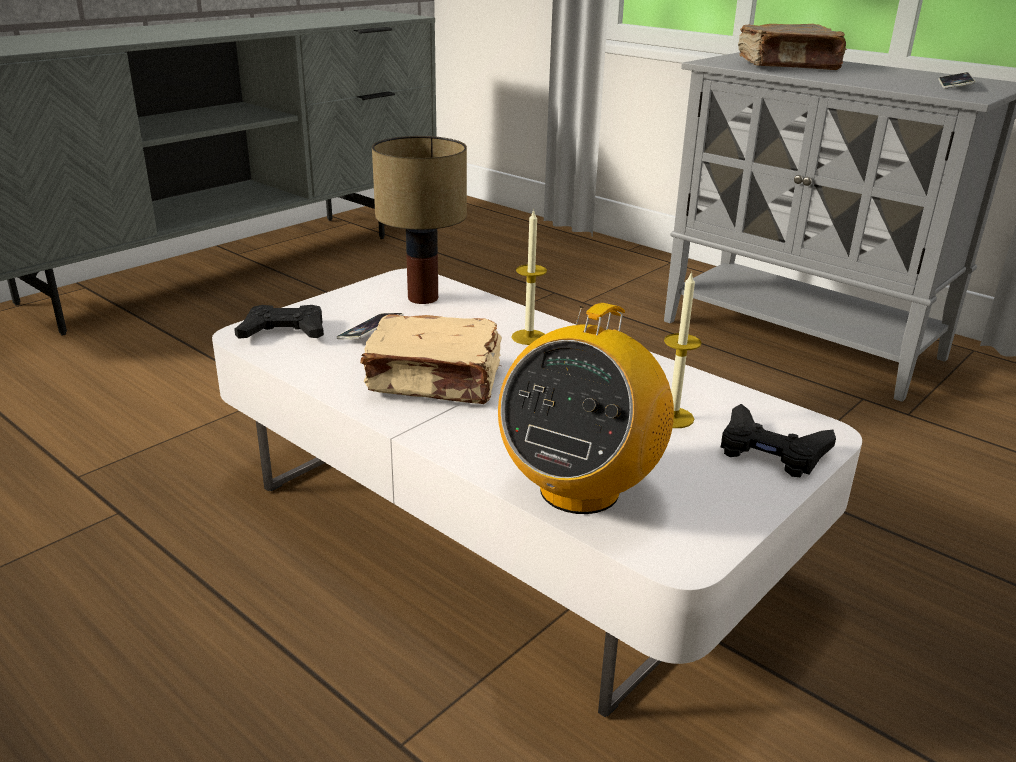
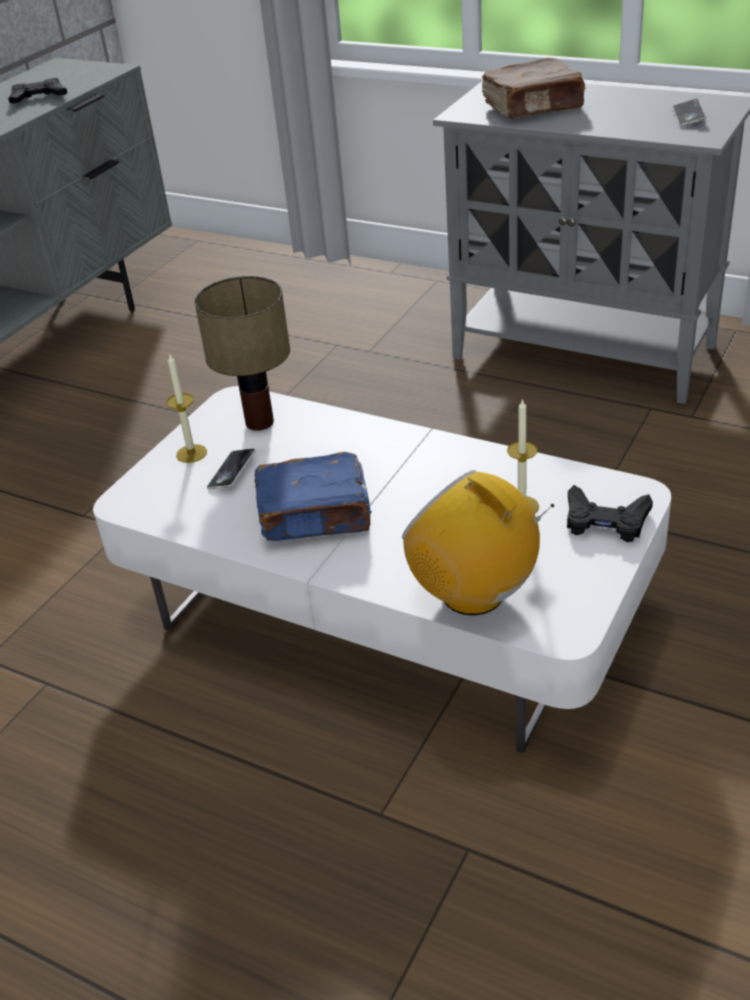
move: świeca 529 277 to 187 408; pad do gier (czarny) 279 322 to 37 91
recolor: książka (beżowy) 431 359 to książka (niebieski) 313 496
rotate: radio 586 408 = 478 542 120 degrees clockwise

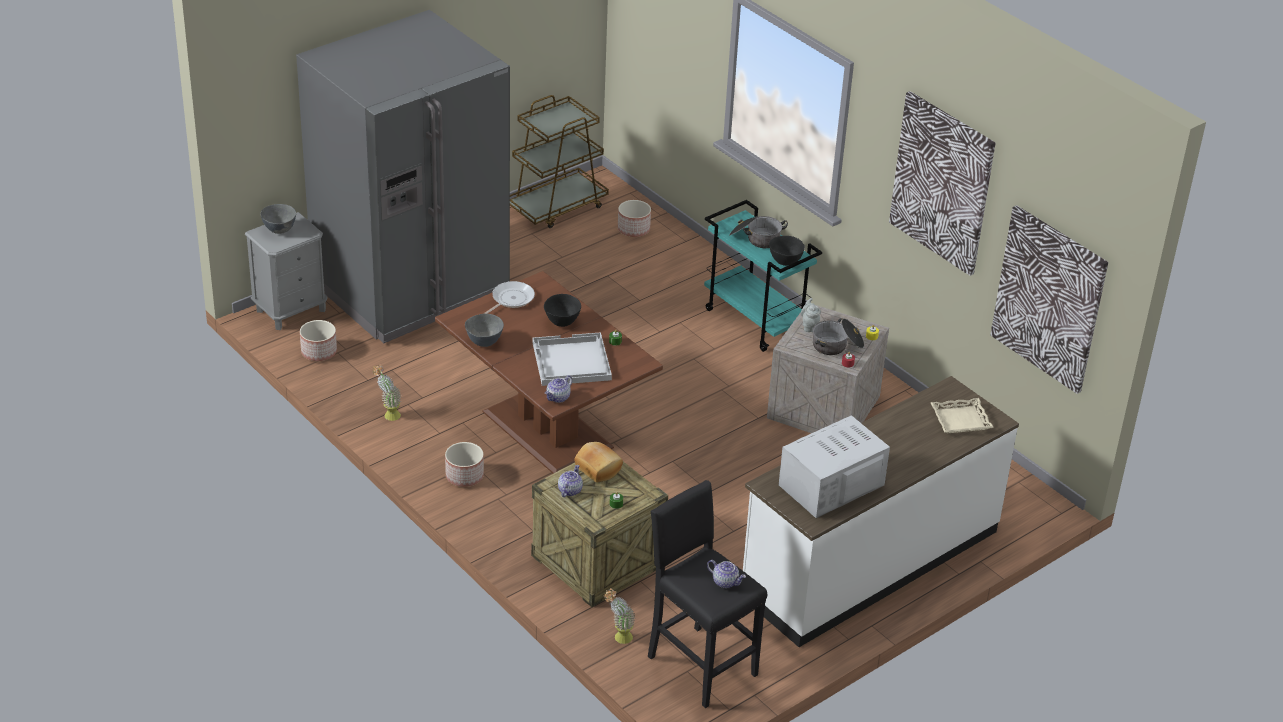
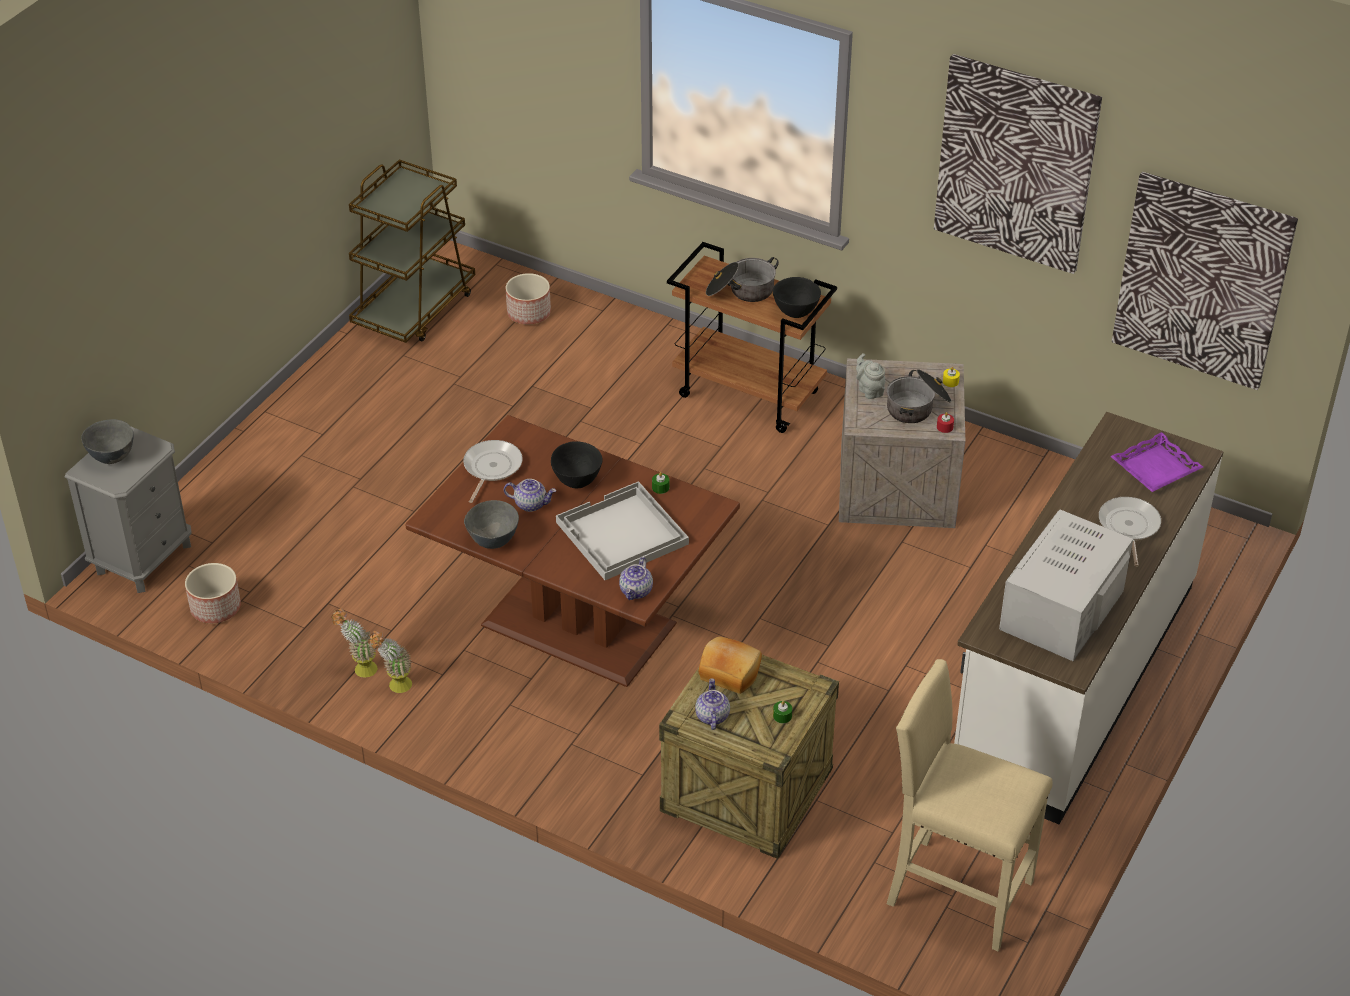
delete: lodówka (szary) 403 176; donica 464 464
insert: patelnia 1130 532
move: imbryk 726 574 to 530 495; roślina doniczkowa 620 616 to 390 662
recolor: wózek (turkusowy) 763 276 to wózek (brązowy) 752 337; taca (beżowy) 962 415 to taca (fioletowy) 1156 462; stołek (czarny) 707 594 to stołek (beżowy) 970 805

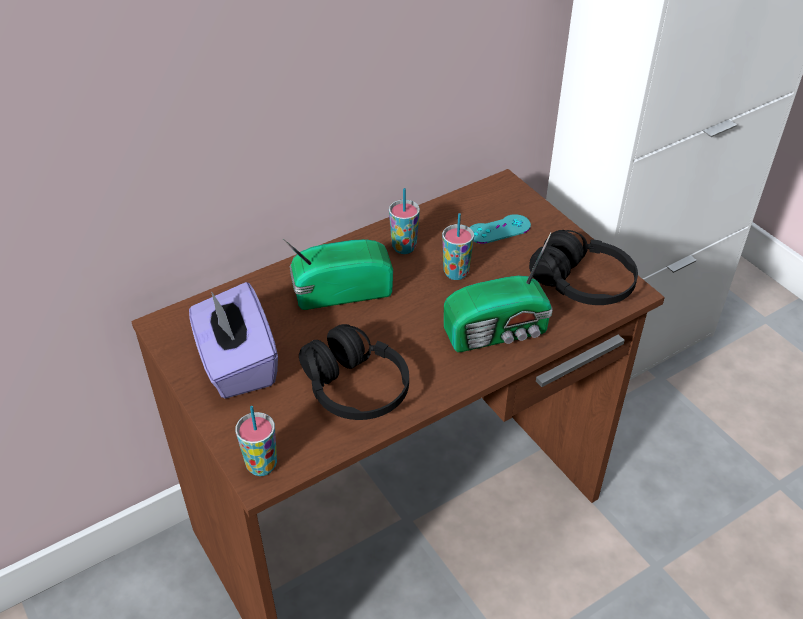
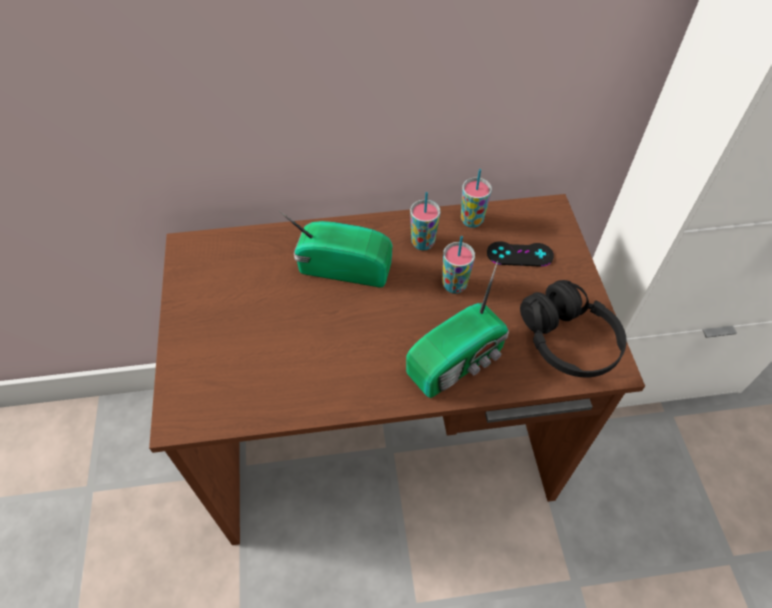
delete: pudełko chusteczek (fioletowy) 233 340; słuchawki (czarny) 354 372
move: filiżanka 256 441 to 476 198
recolor: pad do gier (turkusowy) 500 229 to pad do gier (czarny) 520 254
rotate: radio 498 292 = 457 329 45 degrees counterclockwise

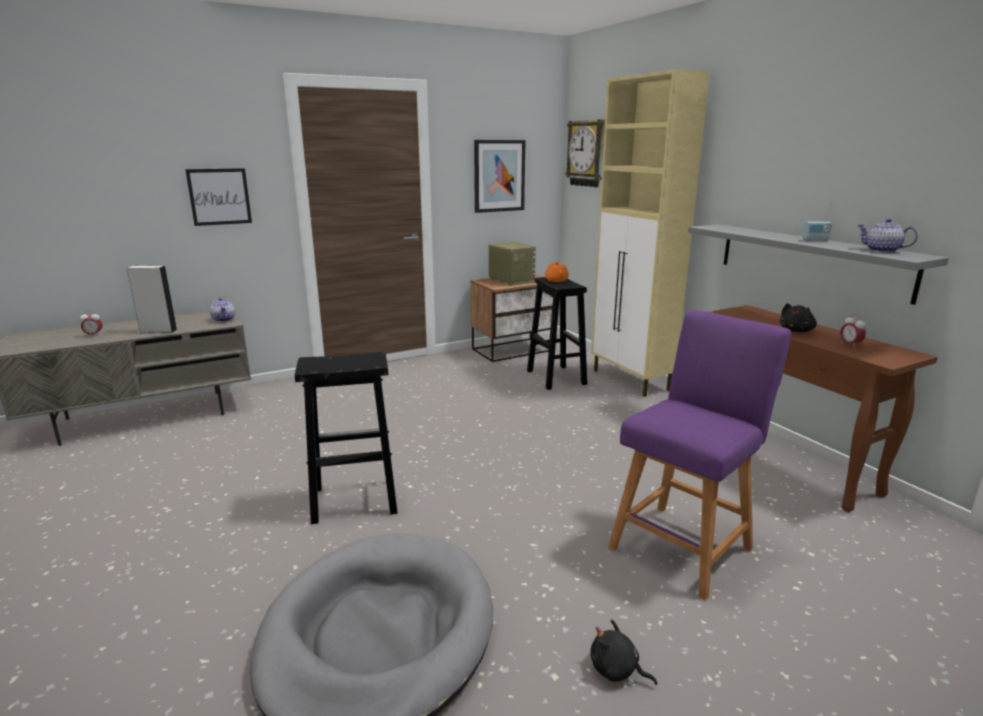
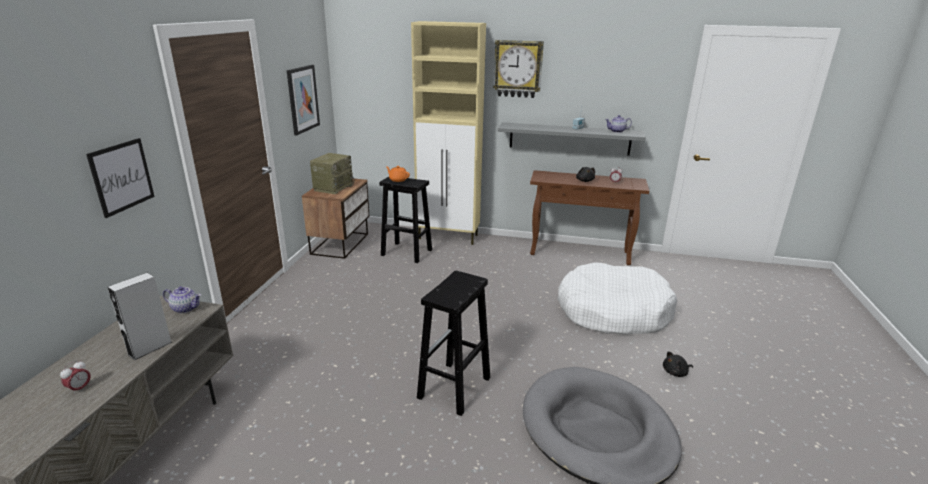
move: zegar ścienny 585 153 to 518 69
replace: stołek (fioletowy) 699 455 to legowisko (biały) 617 299
rotate: radio 512 263 = 332 173 105 degrees clockwise

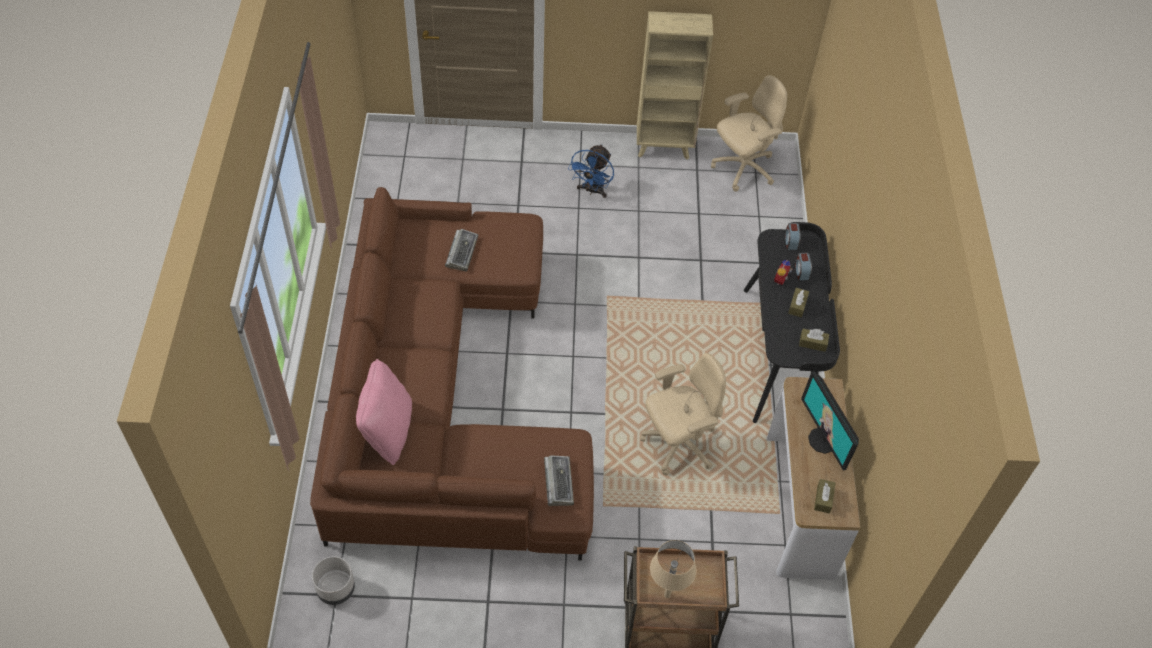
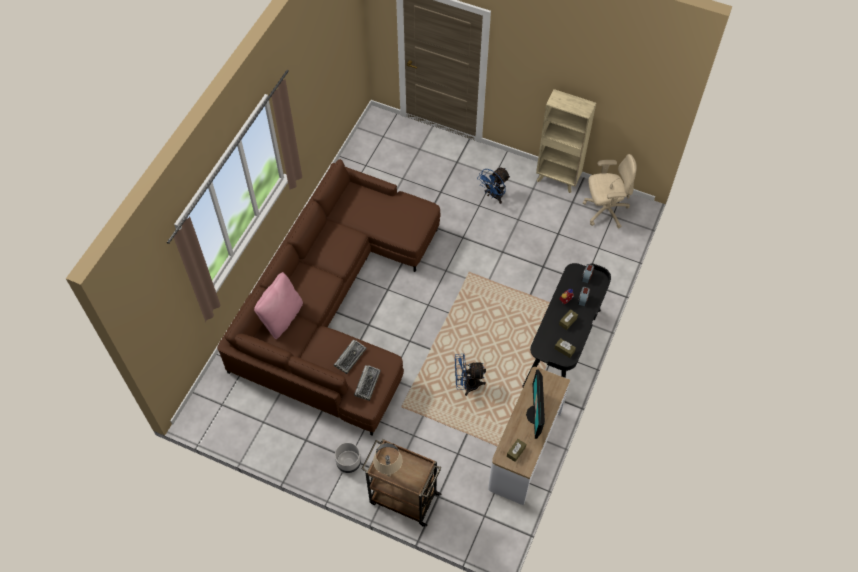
move: klawiatura 461 250 to 350 357; donica (szary) 333 580 to 348 458
replace: krzesło biurowe (beżowy) 683 414 to wentylator (niebieski) 470 375

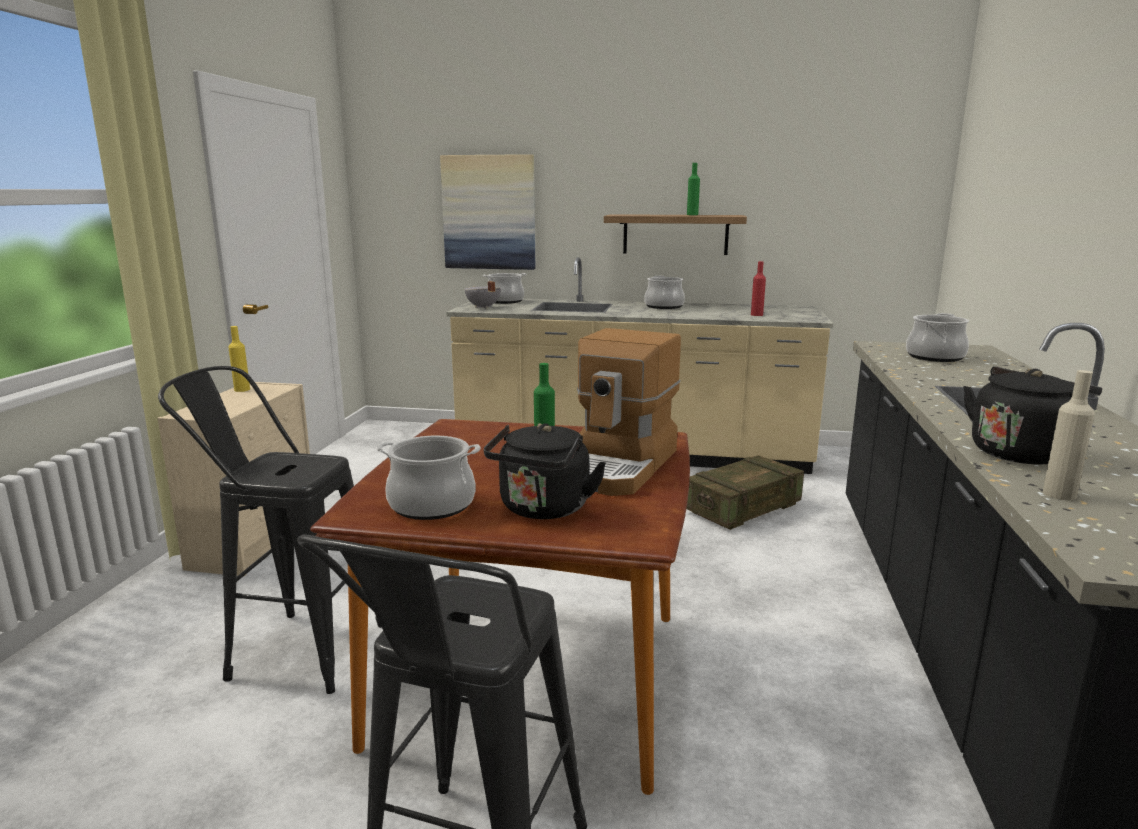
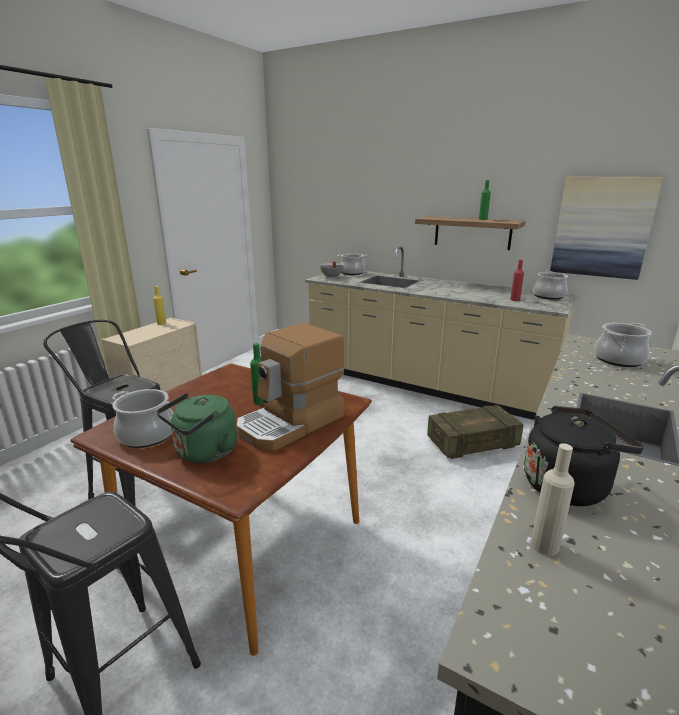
move: obraz 487 212 to 606 228; garnek 664 292 to 550 285
recolor: czajnik (czarny) 545 471 to czajnik (zielony) 197 428

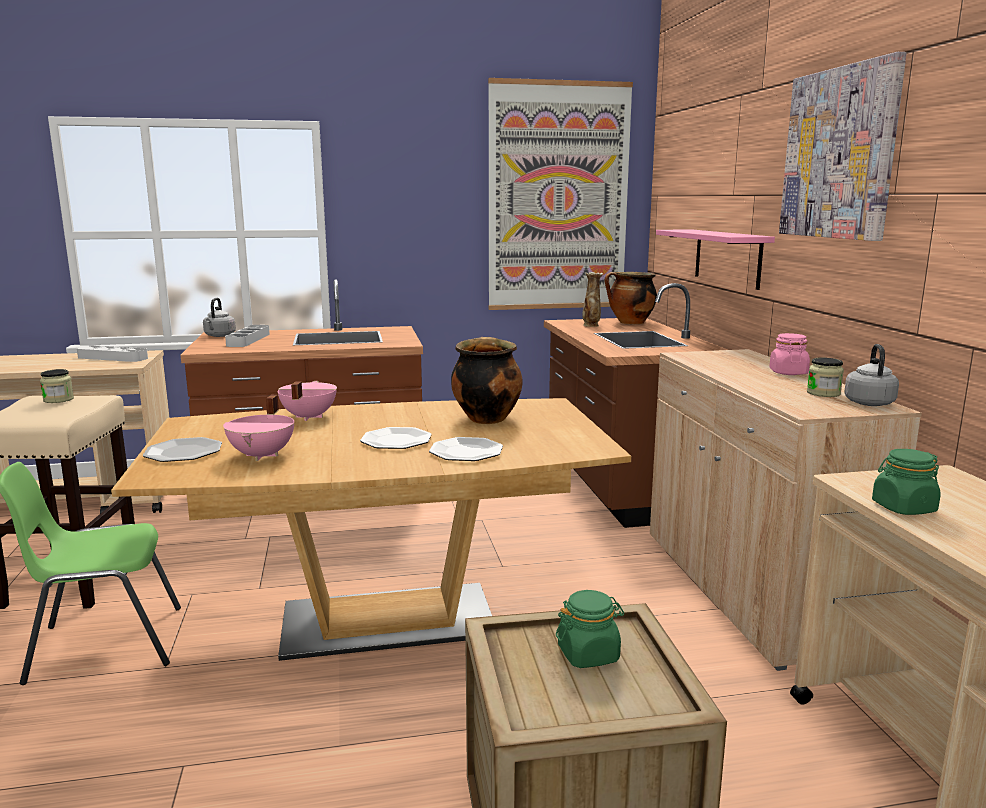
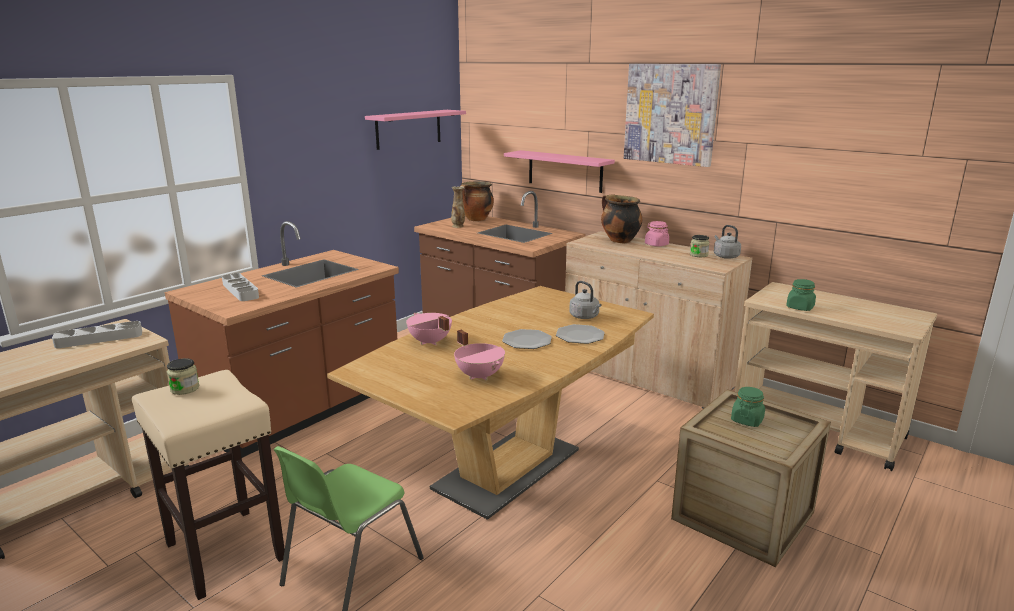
delete: talerz 182 449
move: czajnik (szary) 219 317 to 585 300; garnek 487 380 to 622 218
replace: obraz 560 194 to półka (różowy) 415 130

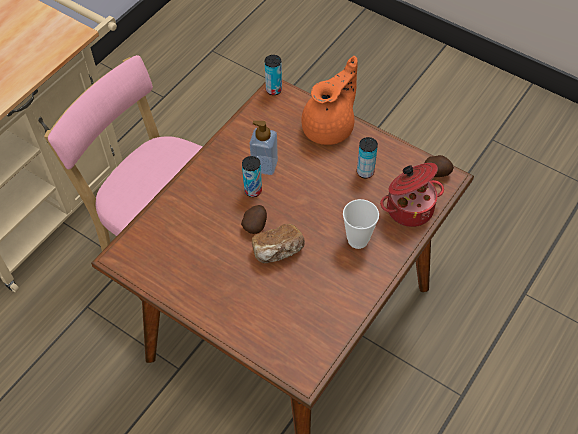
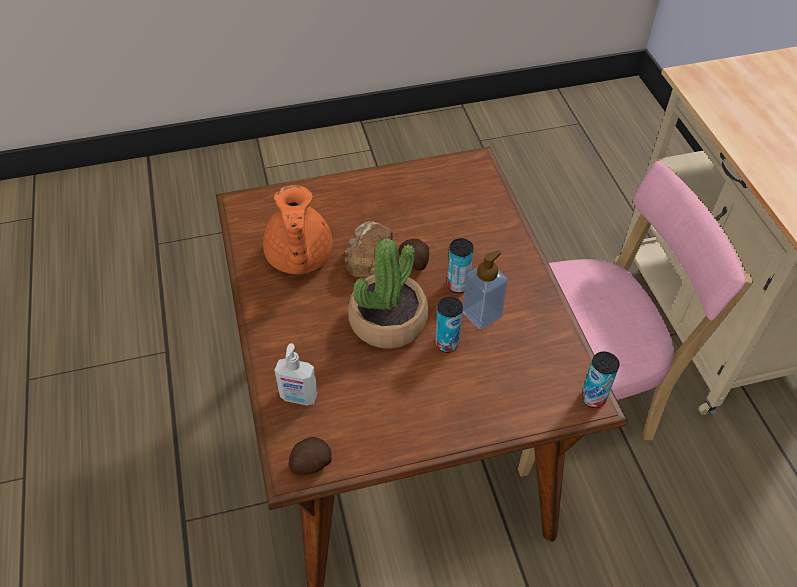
delete: filiżanka 361 224
insert: roślina doniczkowa 388 293
move: imbryk (pomarańczowy) 329 100 to 297 229; puszka 367 157 to 449 325
replace: garnek 412 195 to dozownik mydła 296 374

